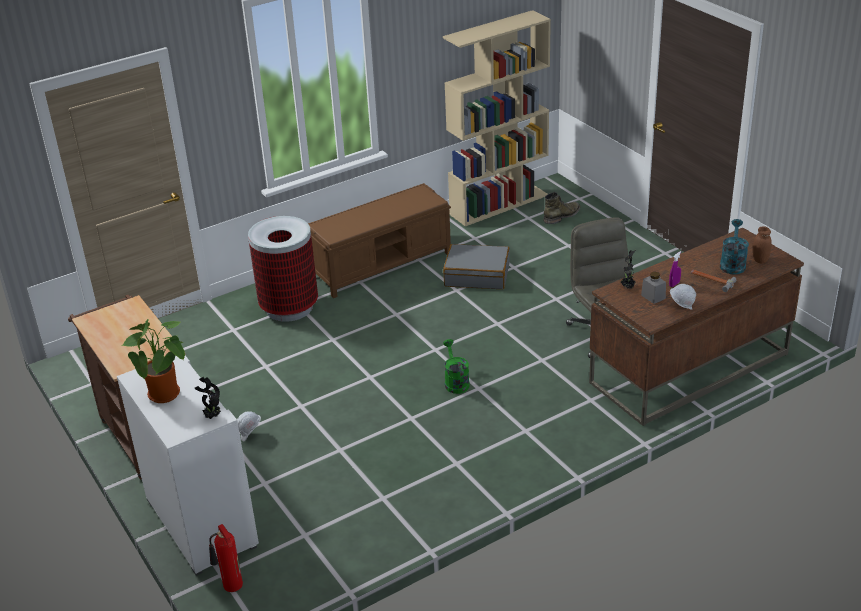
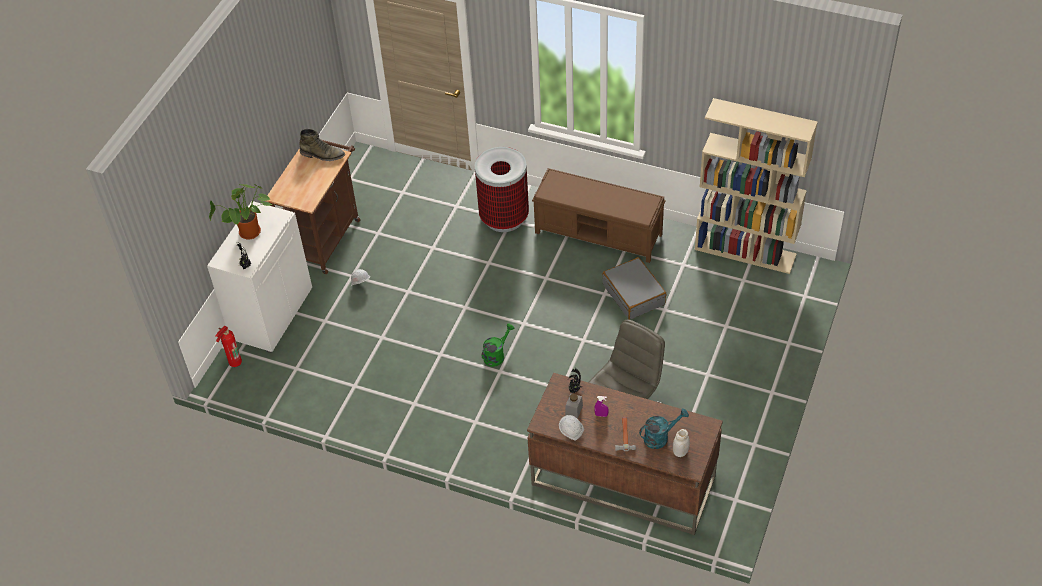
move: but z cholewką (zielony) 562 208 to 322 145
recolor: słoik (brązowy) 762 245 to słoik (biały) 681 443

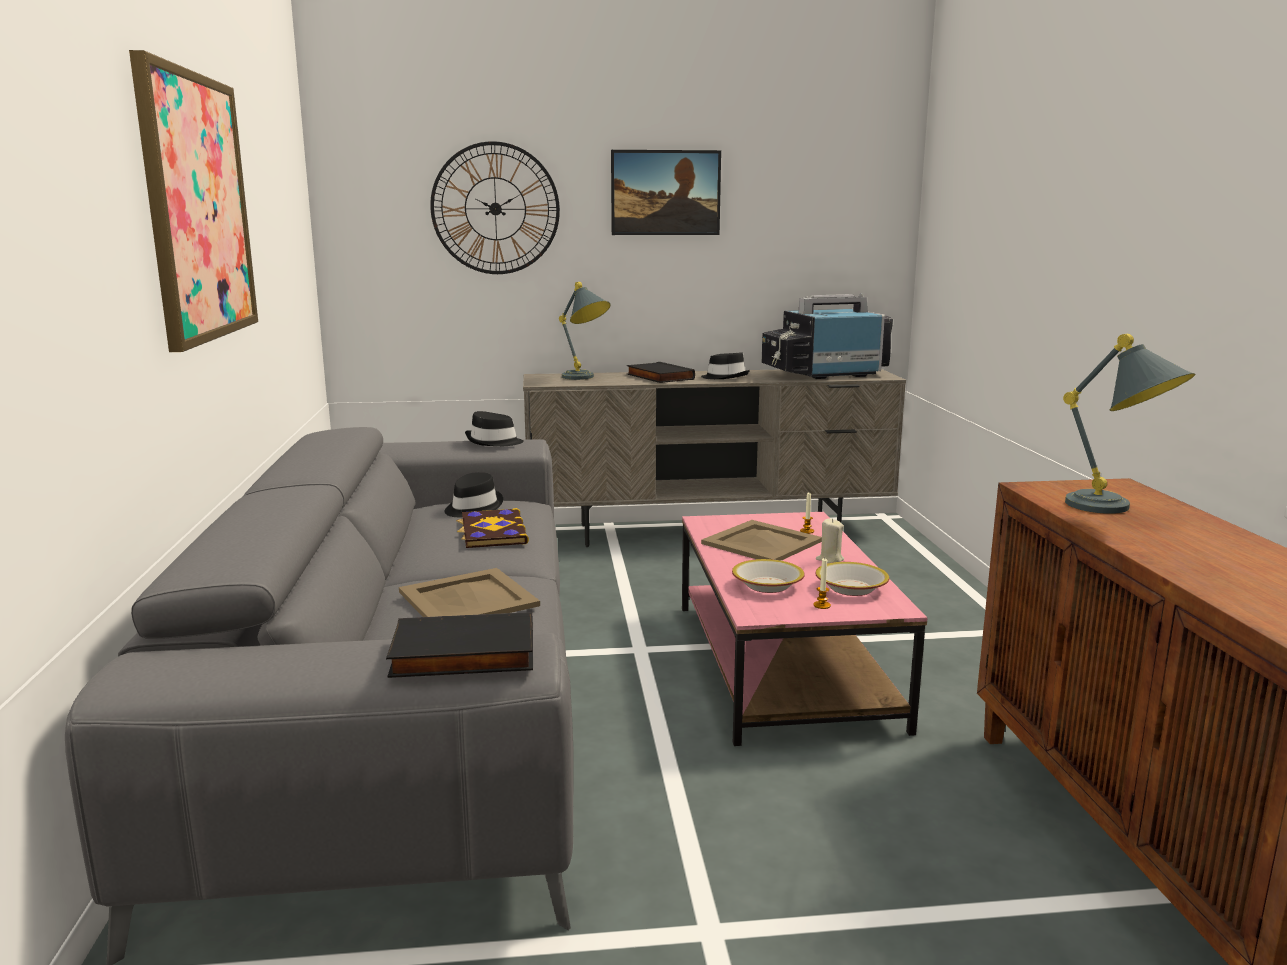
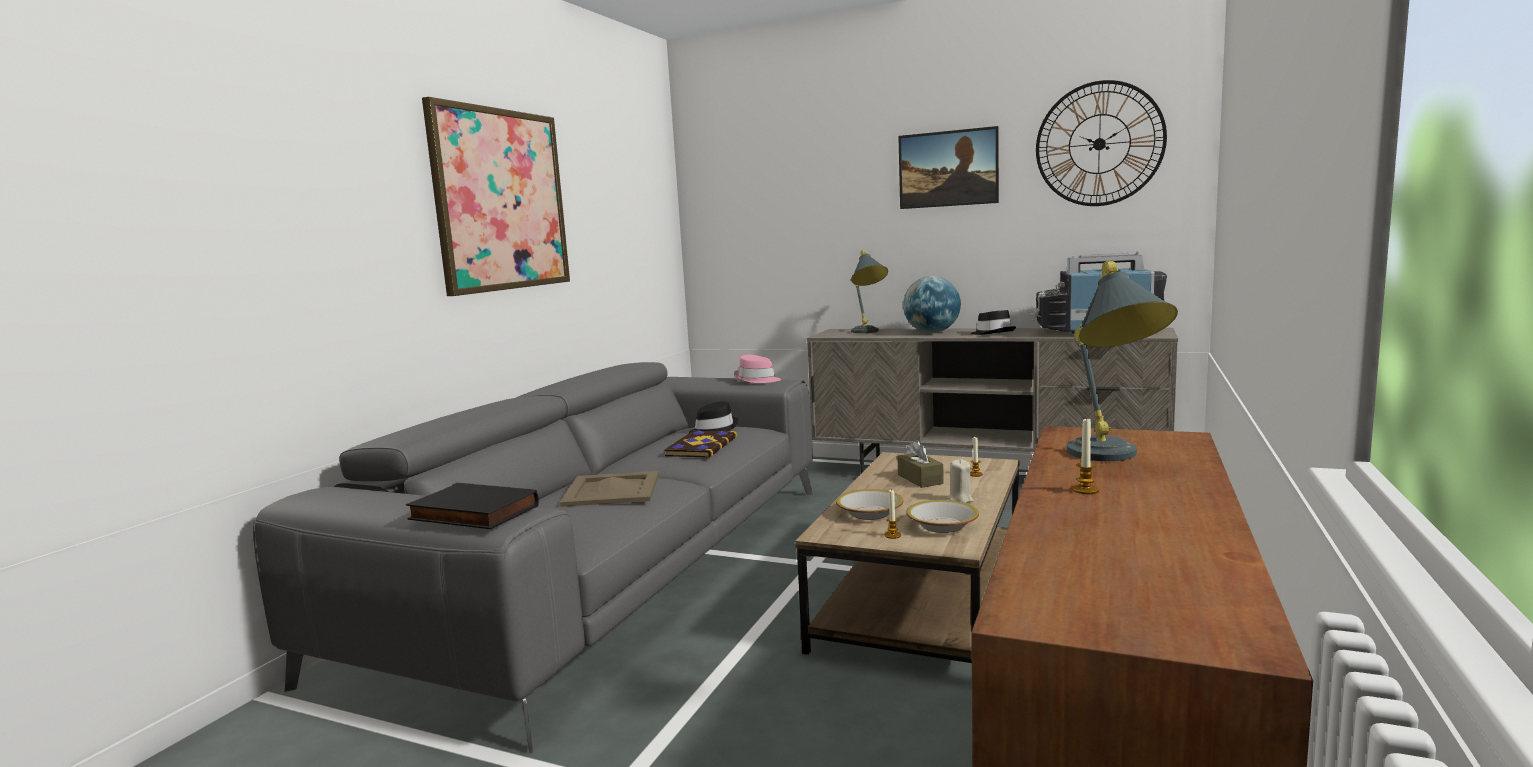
insert: świeca 1085 456
move: zegar ścienny 495 207 to 1101 143
replace: książka (czarny) 661 372 to globus 932 304; taca (beżowy) 761 540 to pudełko chusteczek (brązowy) 920 464
recolor: kapelusz (czarny) 494 428 to kapelusz (różowy) 757 368; ława (różowy) 804 629 to ława (brązowy) 907 557

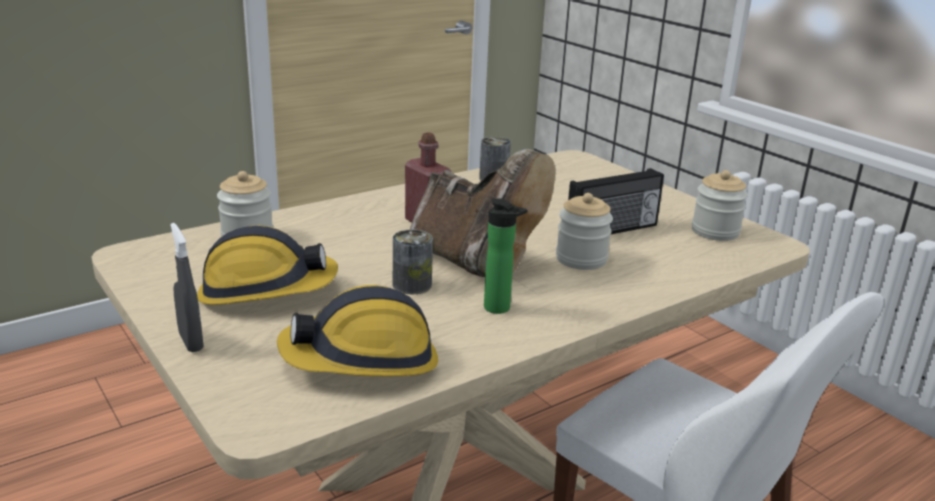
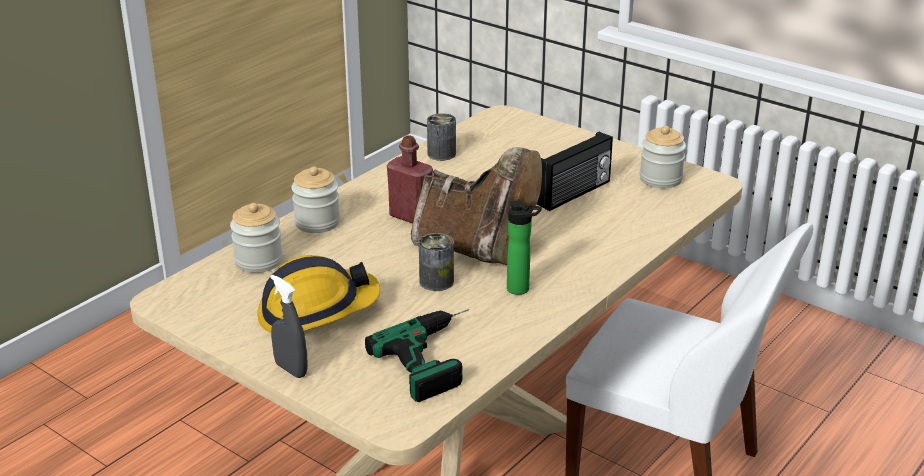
move: słoik 584 231 to 315 199
replace: kask 357 330 to wiertarka 417 355

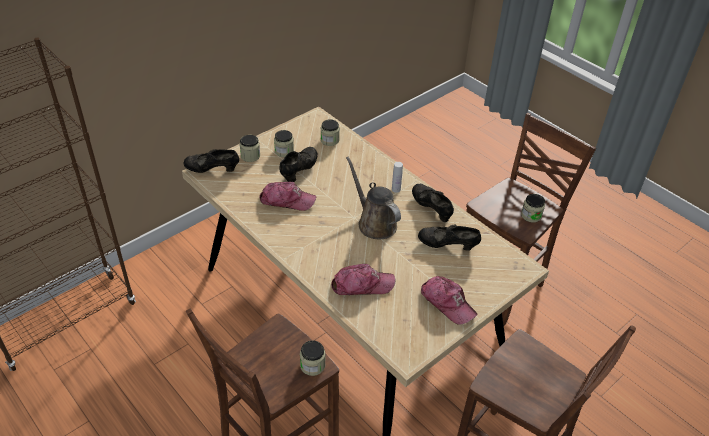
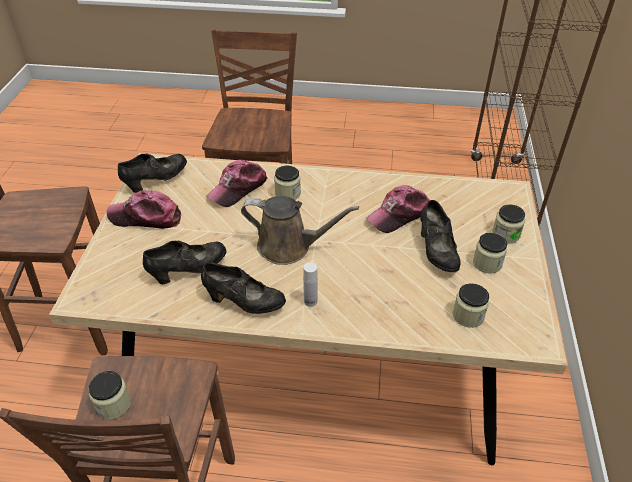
move: but (czarny) 211 161 to 152 173; słoik 313 358 to 287 183

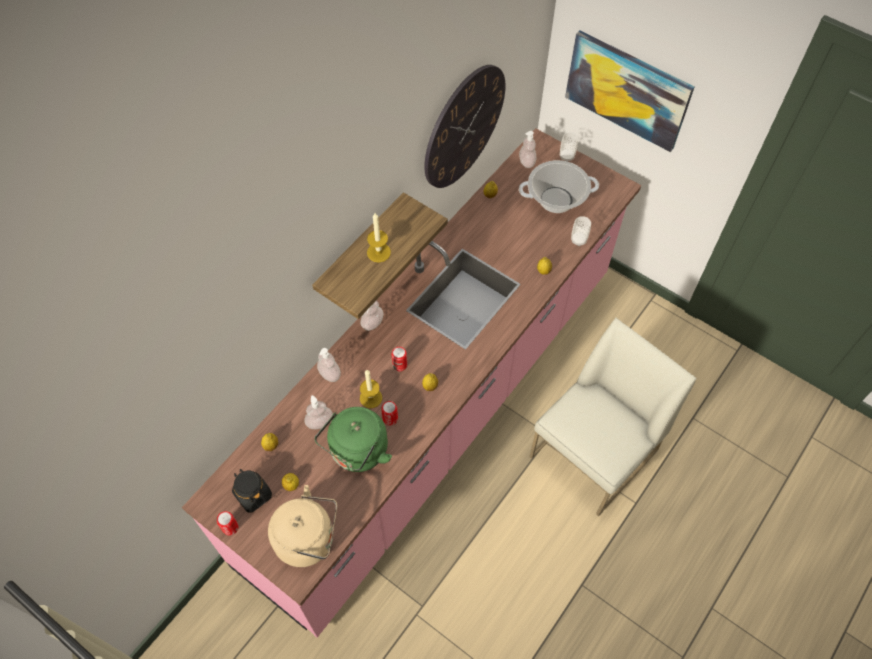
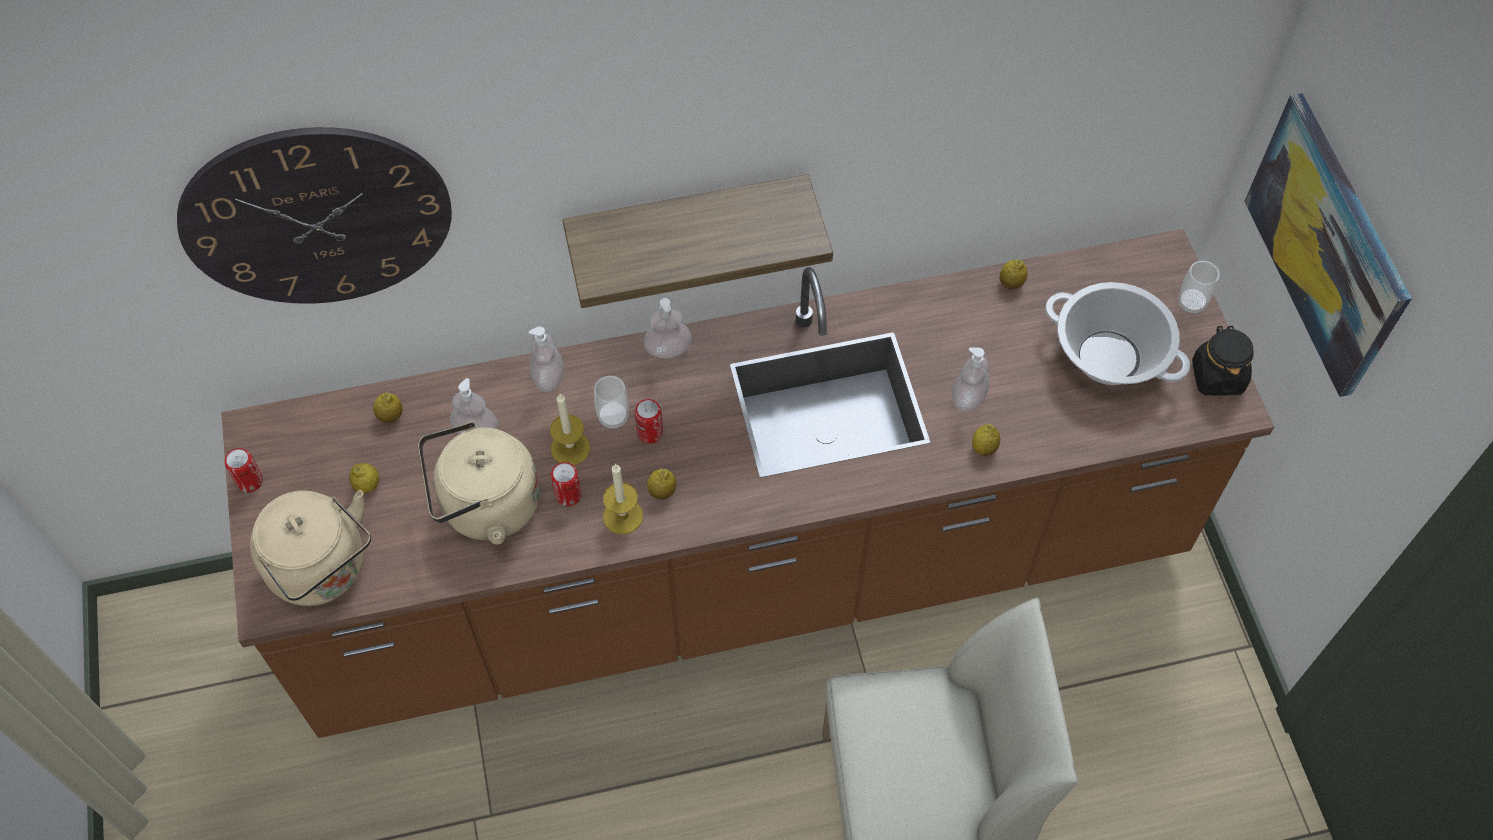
move: zegar ścienny 465 126 to 314 215; dozownik mydła 527 149 to 970 379; świeca 379 238 to 623 499; filiżanka 581 231 to 611 402; słoik (czarny) 252 491 to 1223 361
recolor: zabudowa kuchenna (różowy) 411 383 to zabudowa kuchenna (brązowy) 747 483; czajnik (zielony) 353 439 to czajnik (beżowy) 479 483

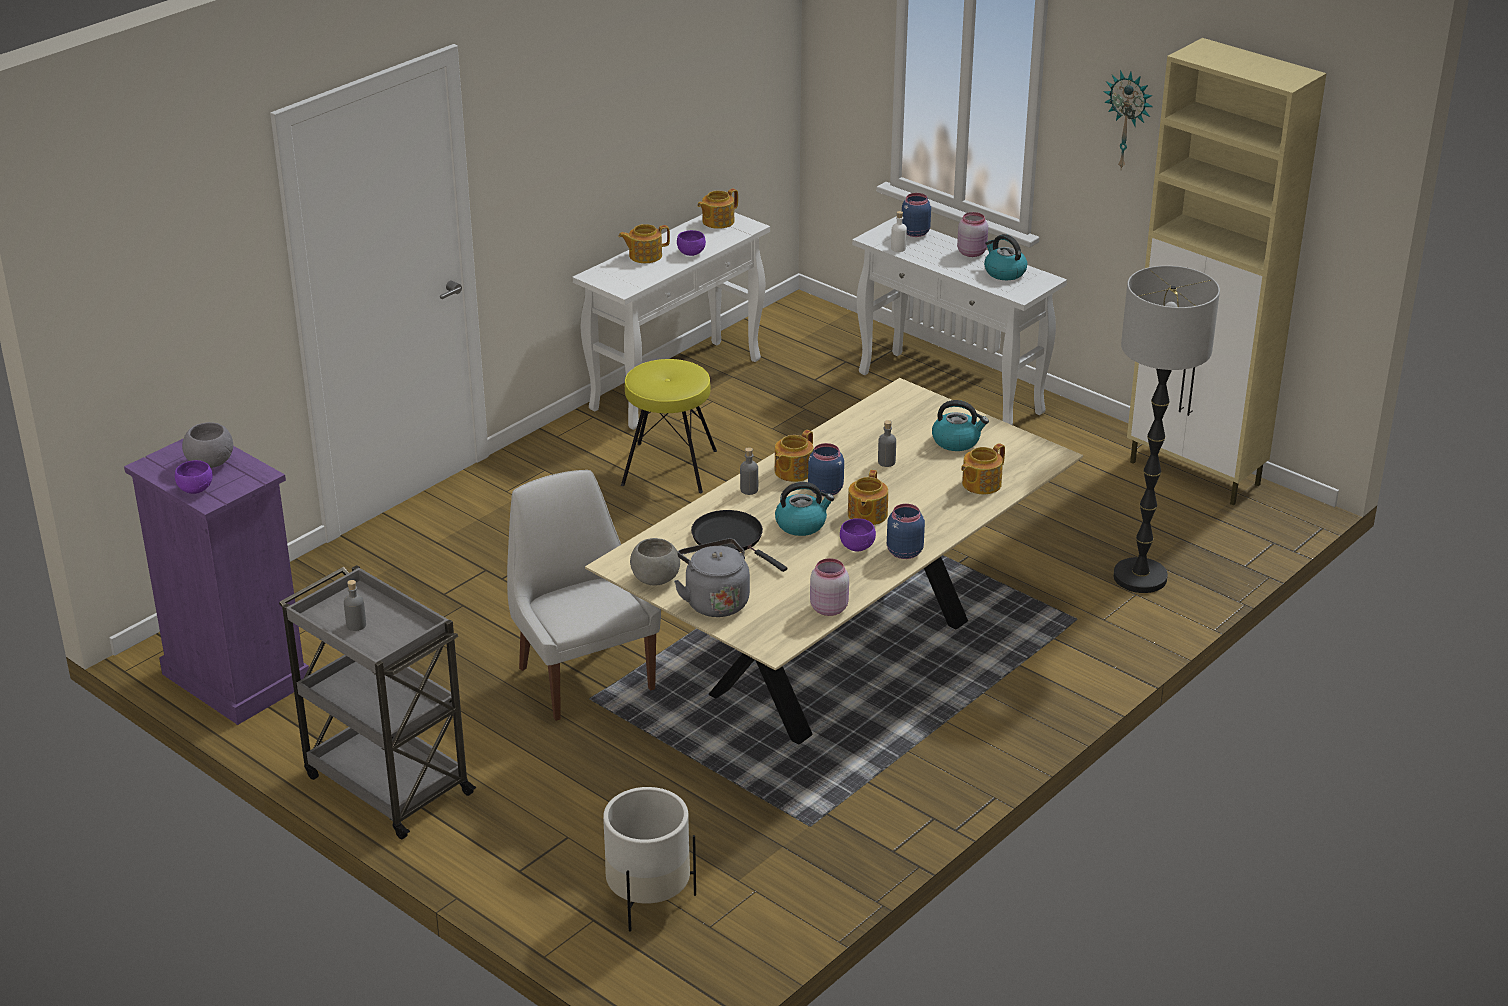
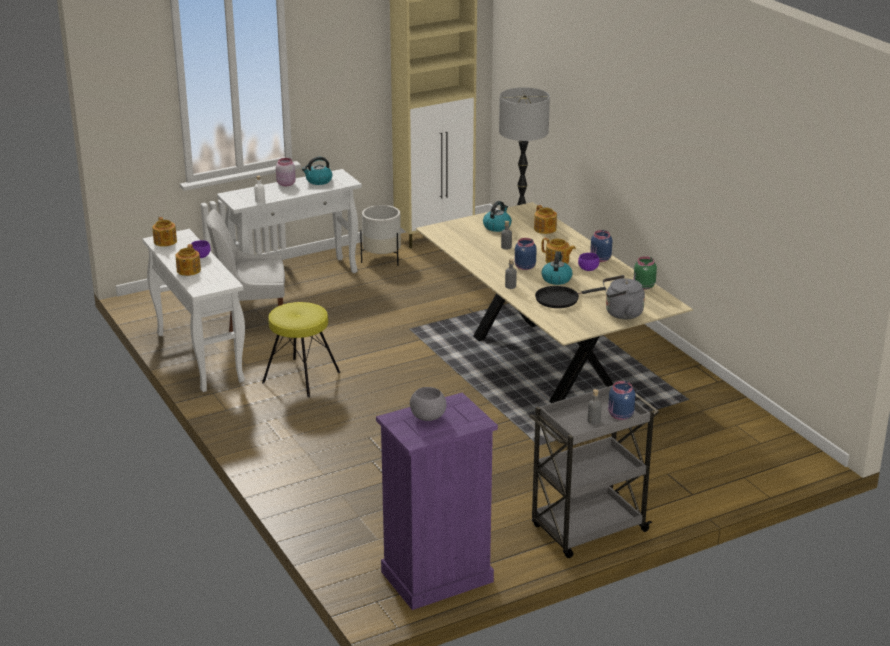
delete: zegar ścienny 1128 119; imbryk 794 456; miska (fioletowy) 194 477; miska (szary) 655 562
move: słoik (niebieski) 916 215 to 621 400; krzesło (biały) 584 595 to 245 270; donica (biały) 649 859 to 380 235
recolor: słoik (różowy) 829 587 to słoik (zielony) 645 273

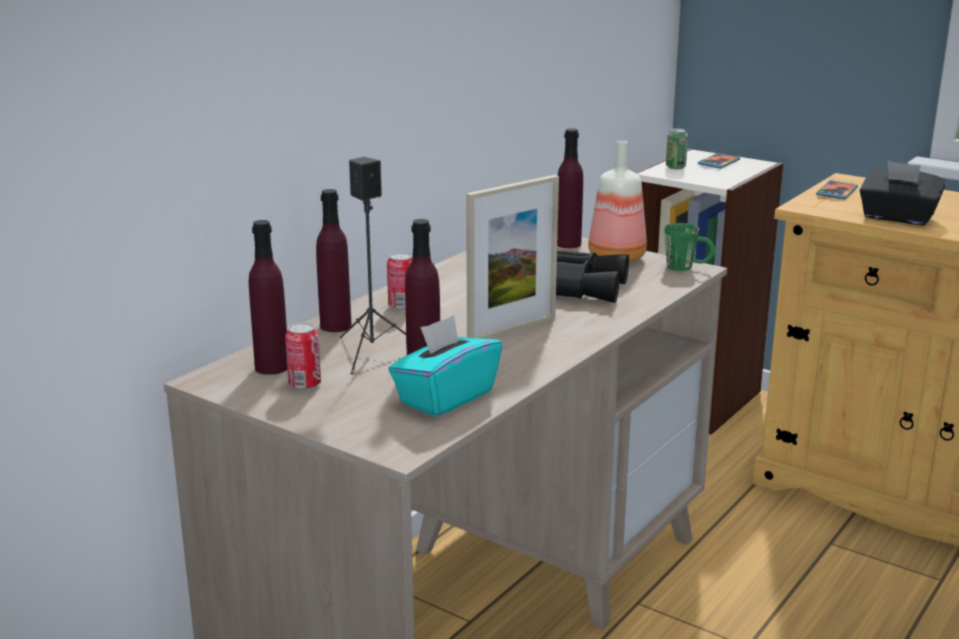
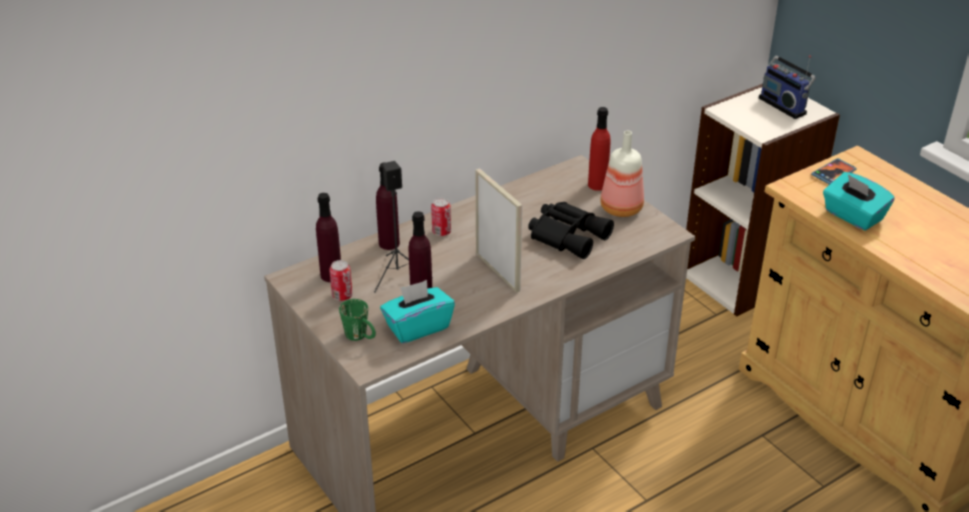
delete: puszka 677 148
move: kubek (zielony) 689 247 to 357 320
replace: telefon 719 161 to radio 787 87
recolor: butelka (fioletowy) 570 188 to butelka (czerwony) 599 149; pudełko chusteczek (czarny) 902 192 to pudełko chusteczek (turkusowy) 859 201
rotate: ramka na zdjęcie 512 257 = 499 230 105 degrees counterclockwise

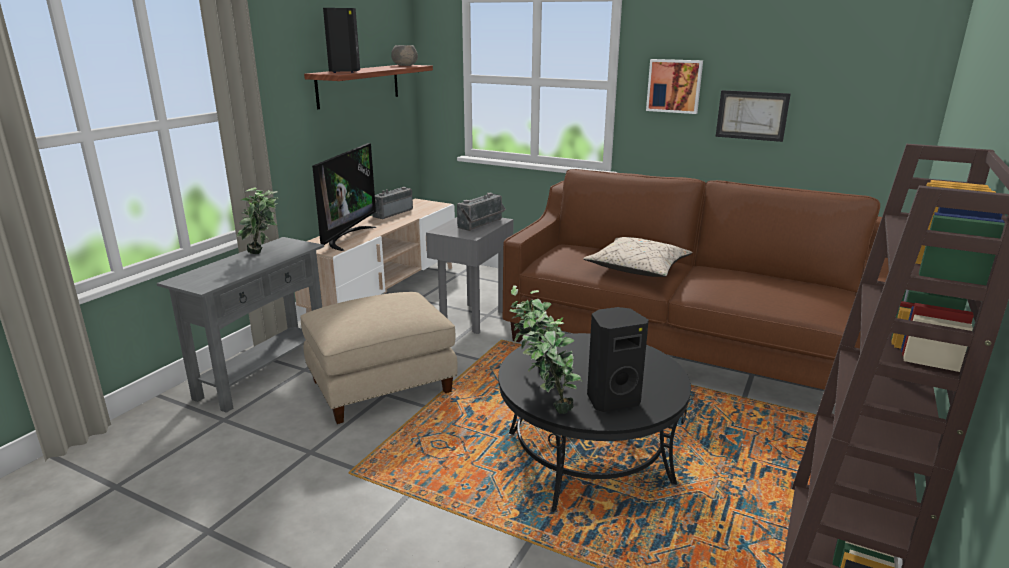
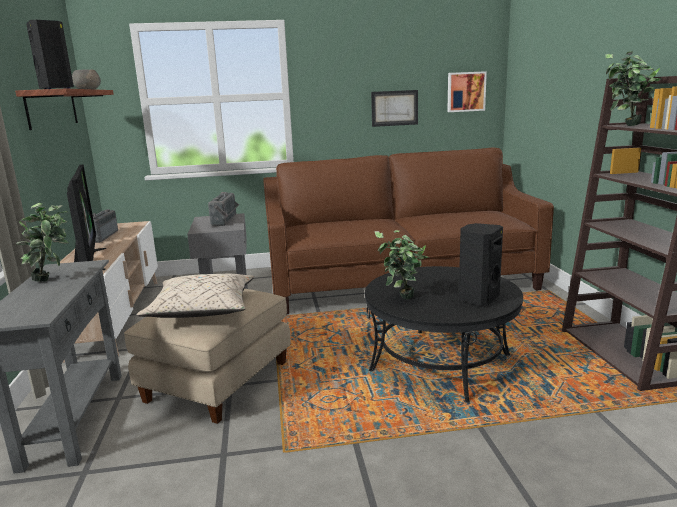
move: obraz 674 86 to 467 91; poduszka (beżowy) 638 257 to 195 296; roślina doniczkowa 552 362 to 633 88

